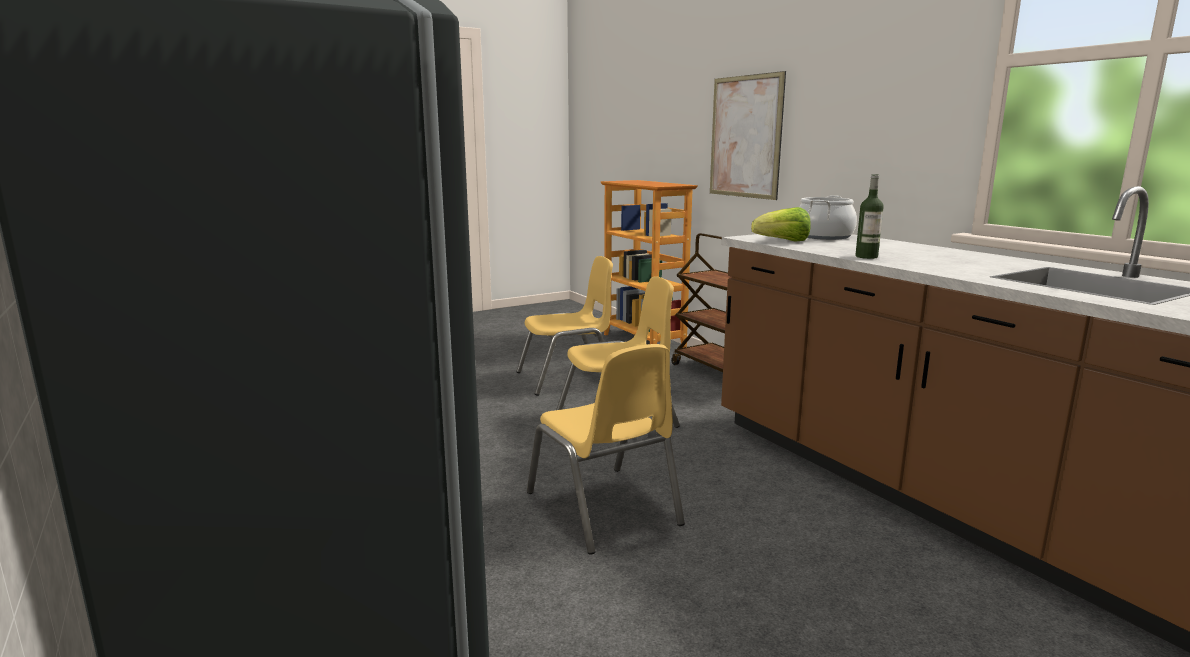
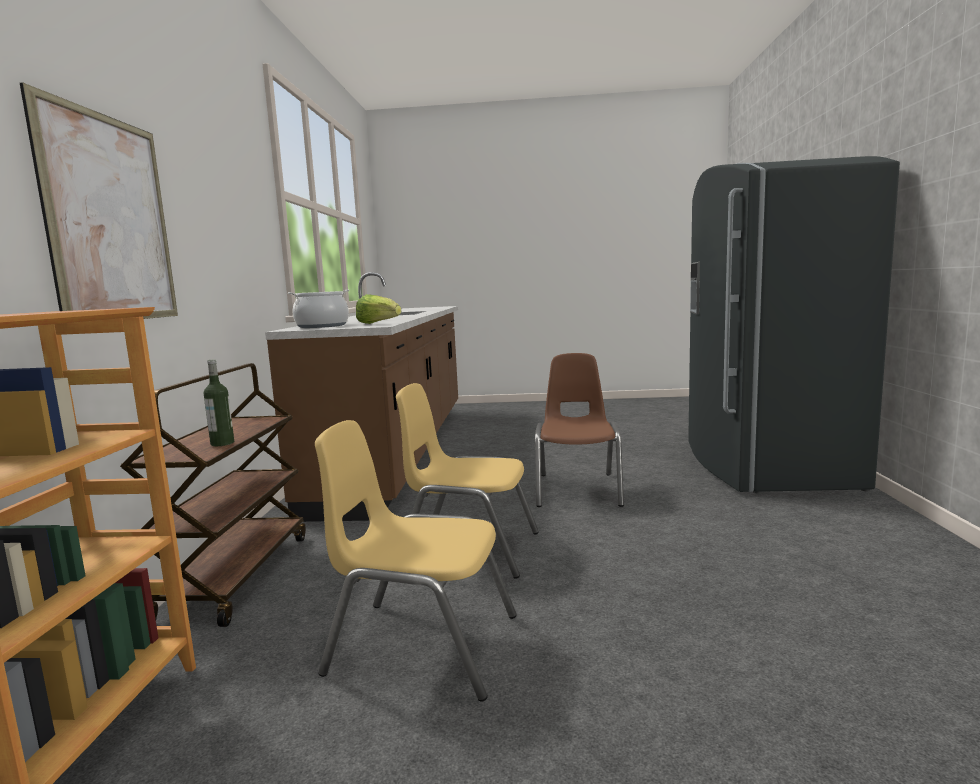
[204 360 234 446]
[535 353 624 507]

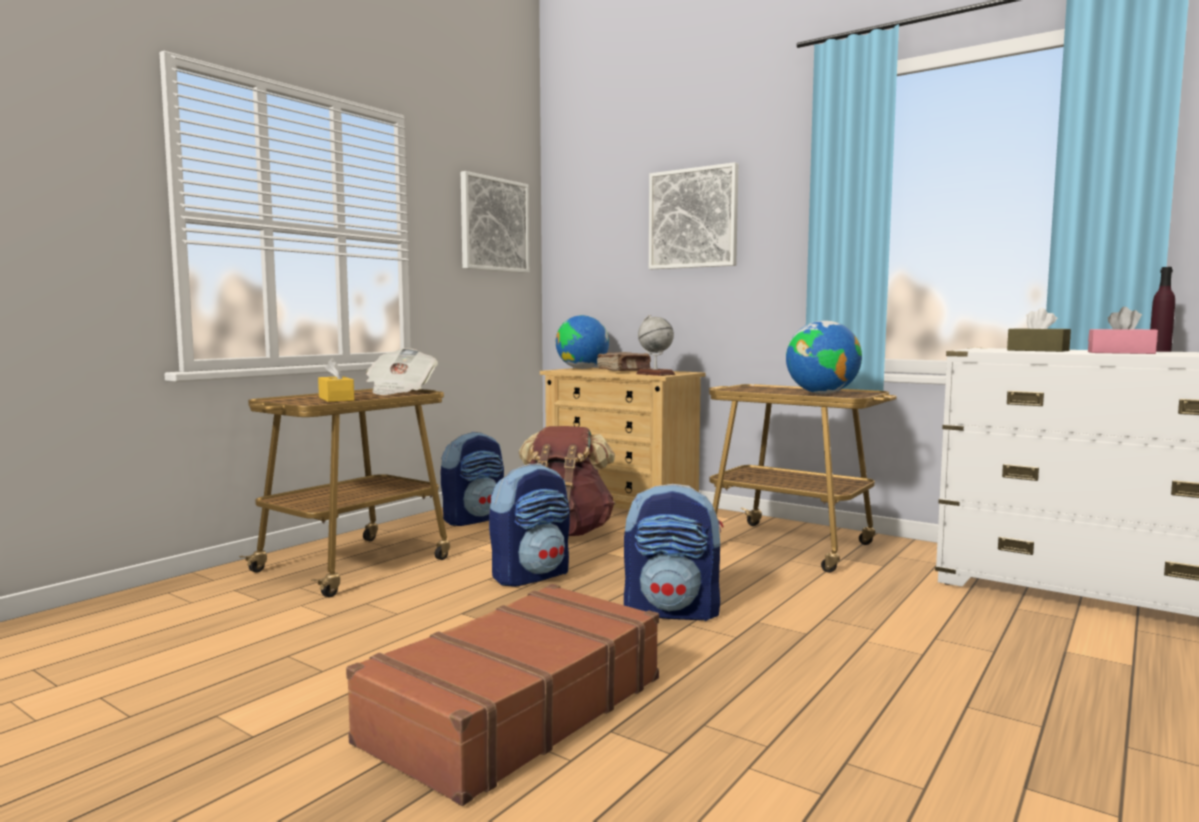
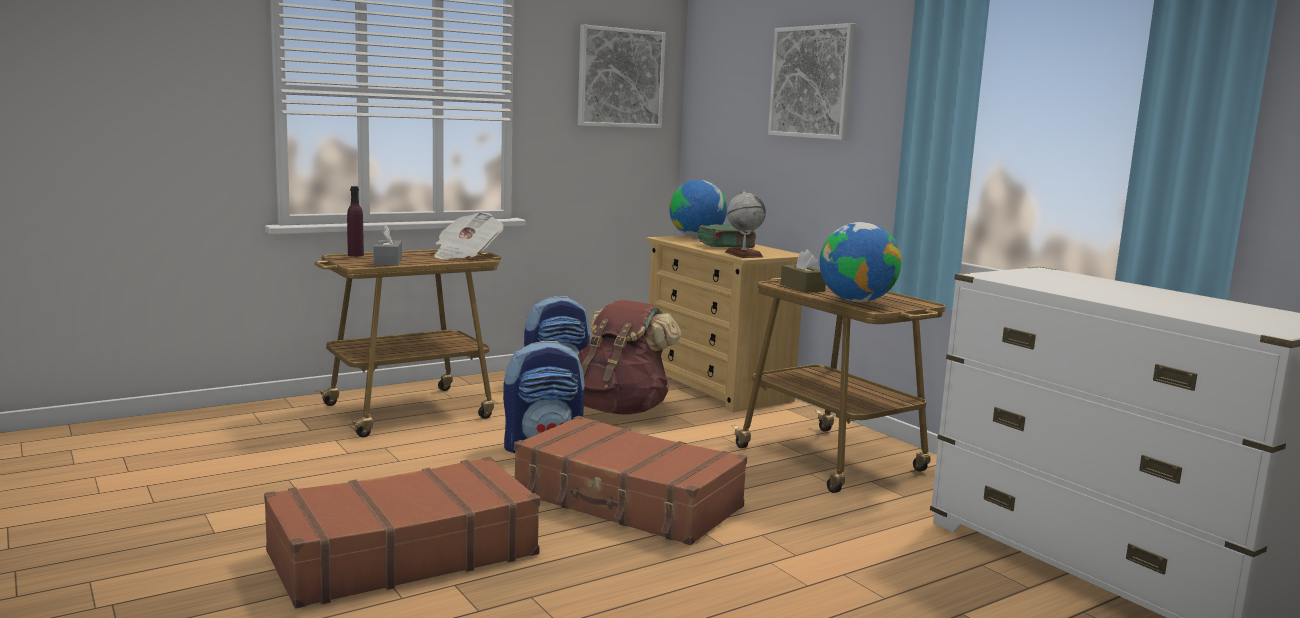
[347 186 364 257]
[1088 307 1158 354] (first image)
[781 250 826 292]
[698 224 756 248]
[373 225 402 266]
[514 416 747 545]

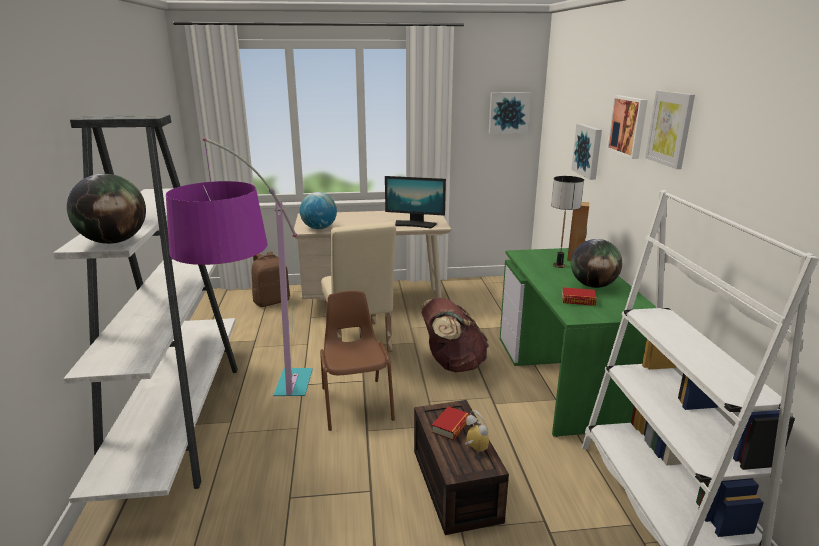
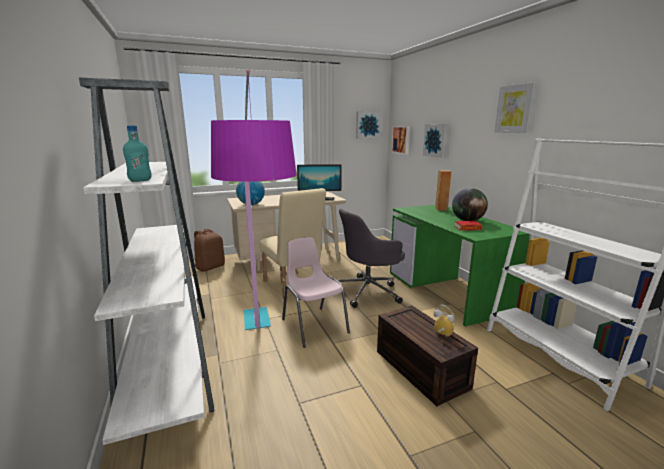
[391 126 410 155]
[123 125 152 182]
[551 176 584 268] (first image)
[282 237 350 348]
[337 209 405 308]
[432 406 469 440] (first image)

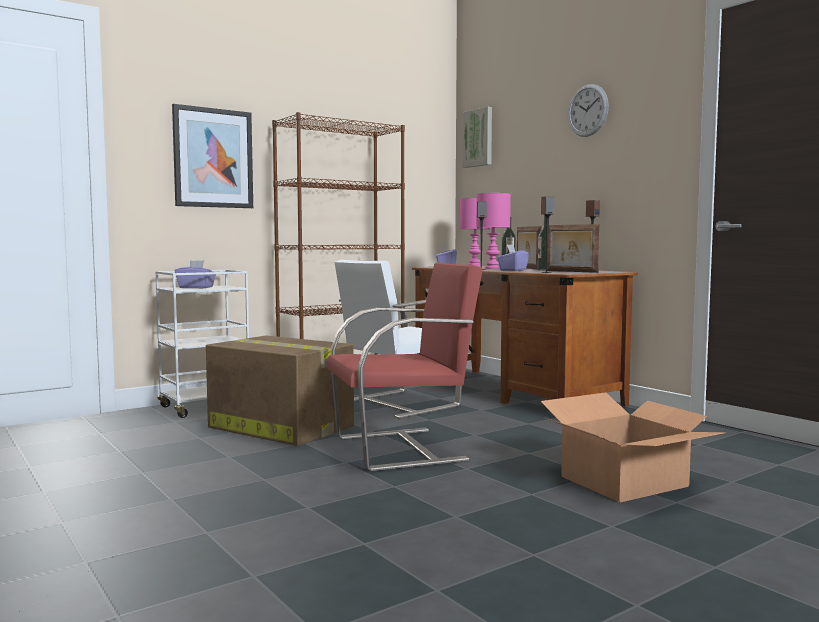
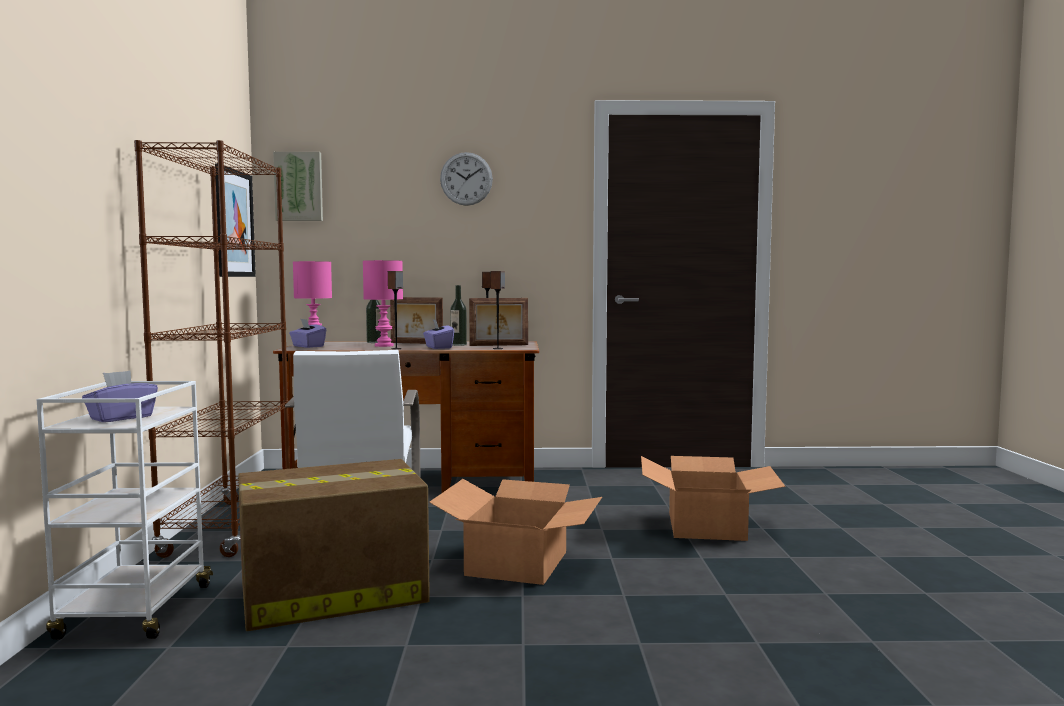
[215 164 256 277]
[429 479 602 585]

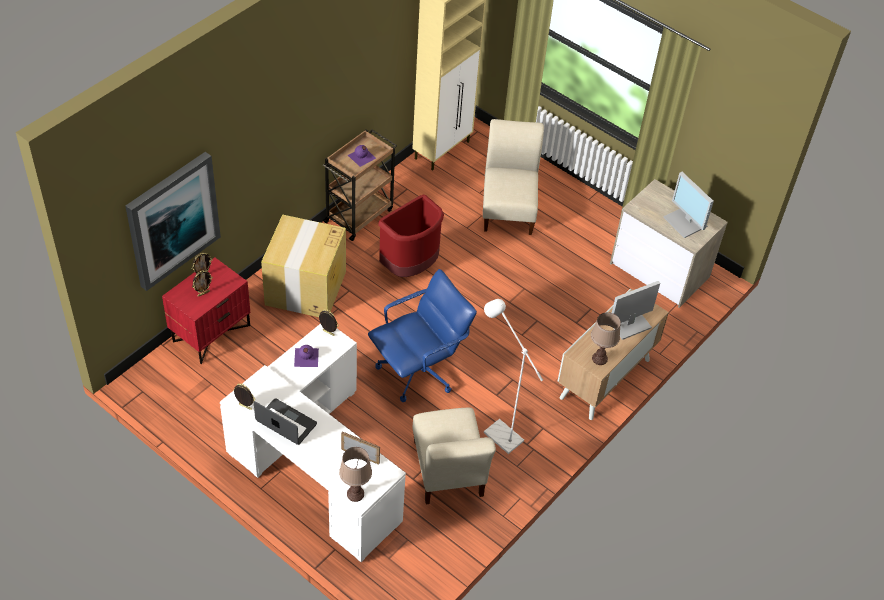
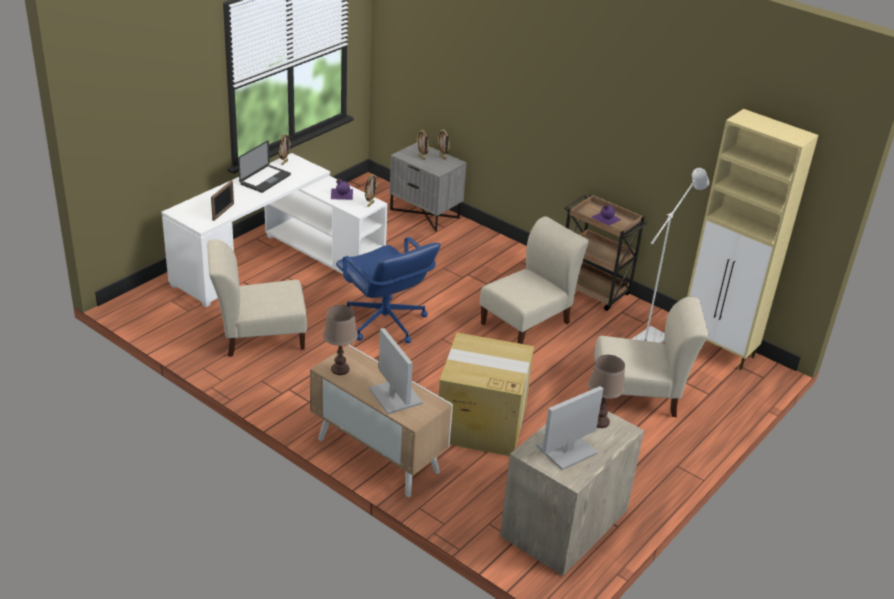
[125 152 221 291] (first image)
[480 216 589 344]
[439 333 534 456]
[390 142 467 232]
[632 168 709 343]
[588 355 625 428]

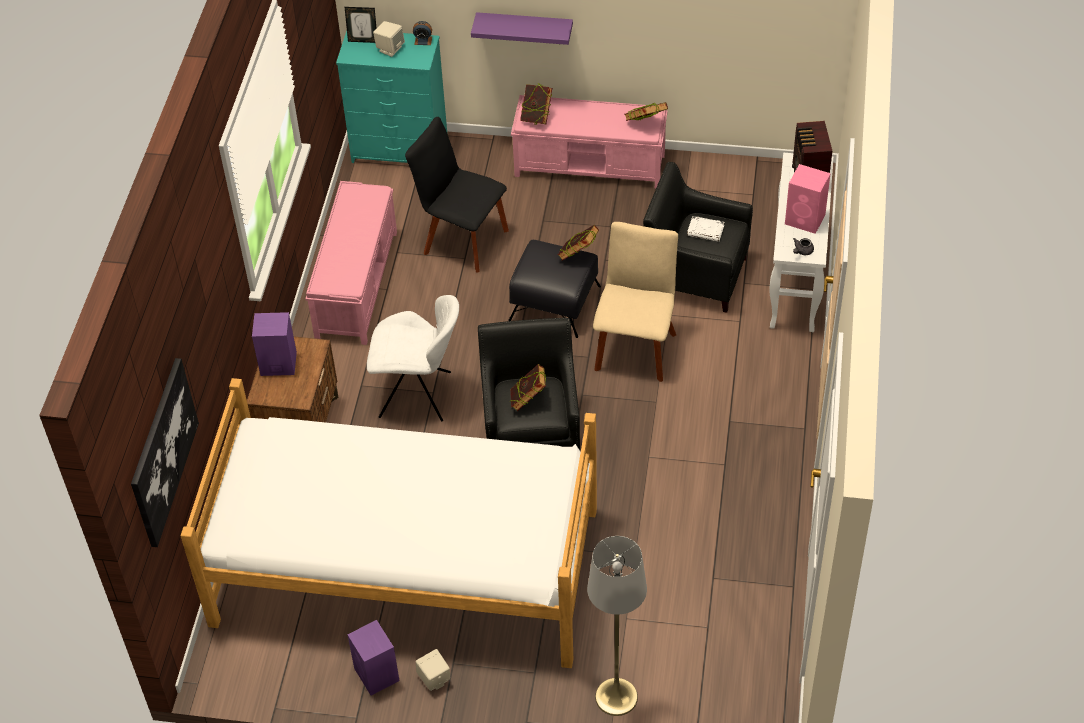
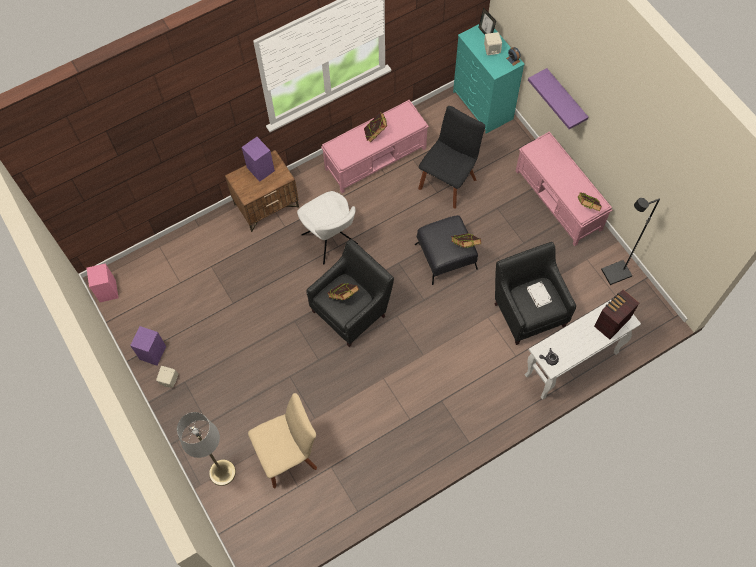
[364 112 387 143]
[418 106 485 209]
[87 263 118 302]
[248 393 317 489]
[131 358 199 547] (first image)
[180 378 597 668] (first image)
[601 198 660 285]

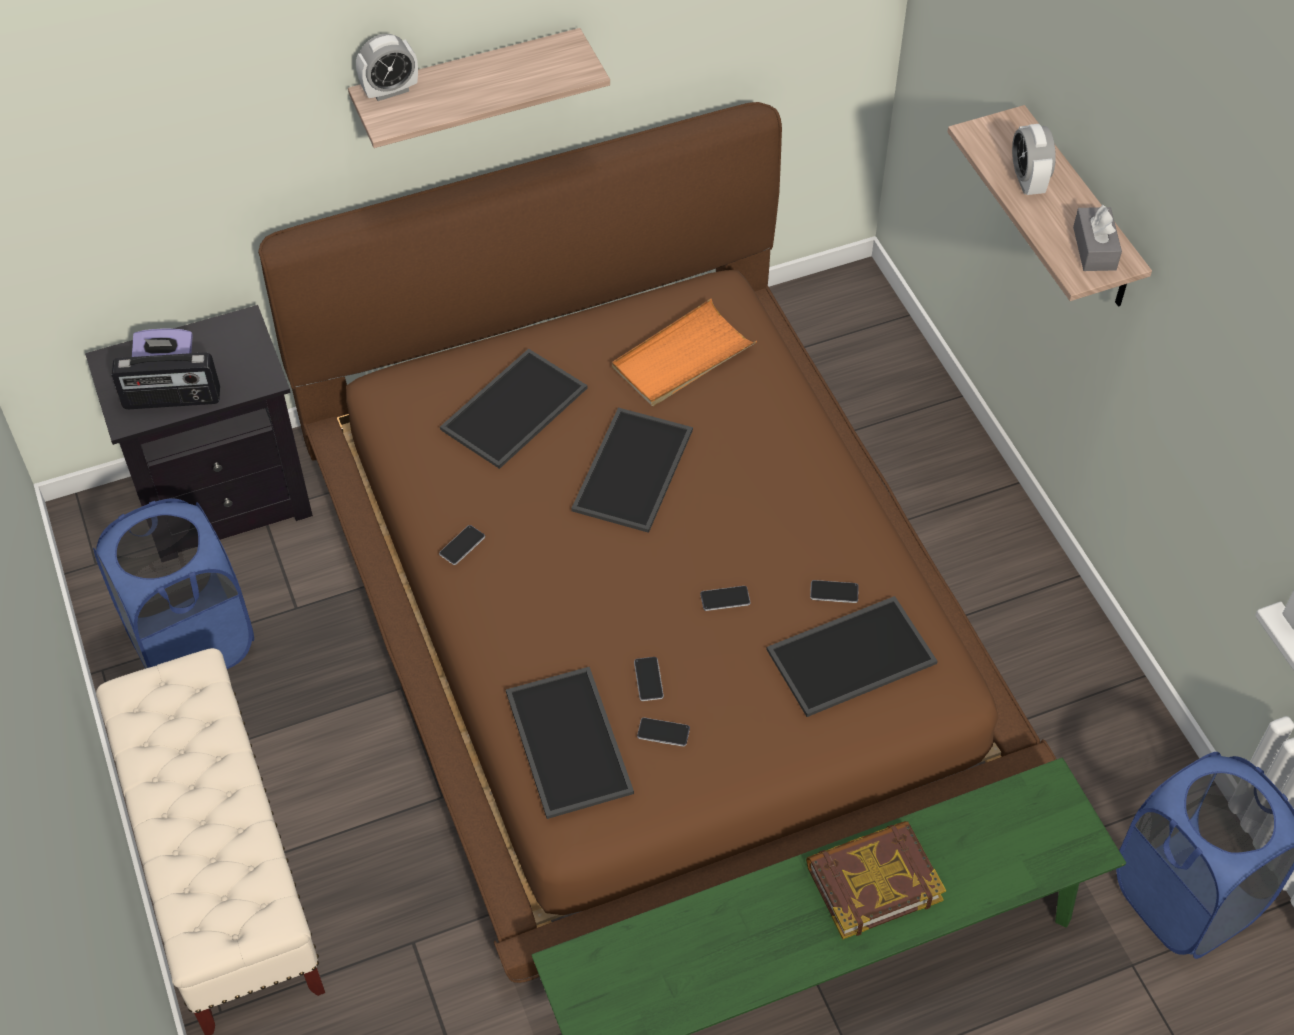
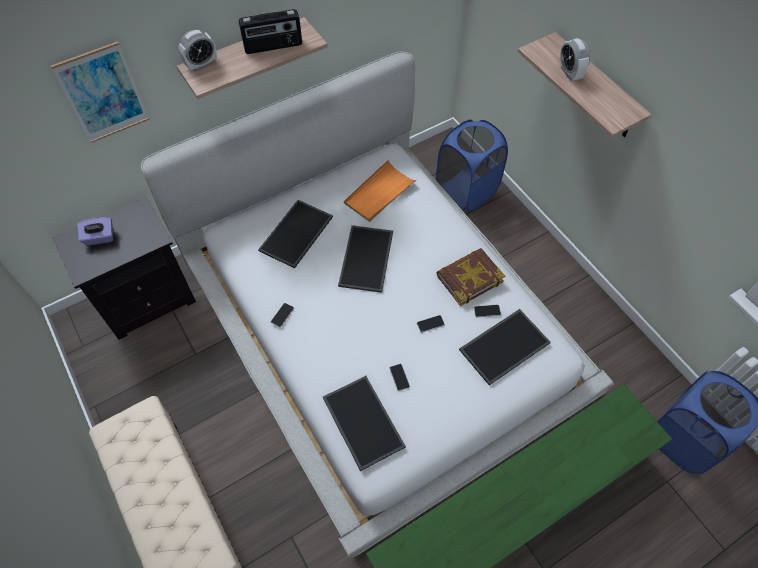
[141 51 614 558]
[1073 205 1122 271] (first image)
[239 9 302 54]
[436 120 508 212]
[637 718 690 747] (first image)
[437 248 505 306]
[51 41 150 143]

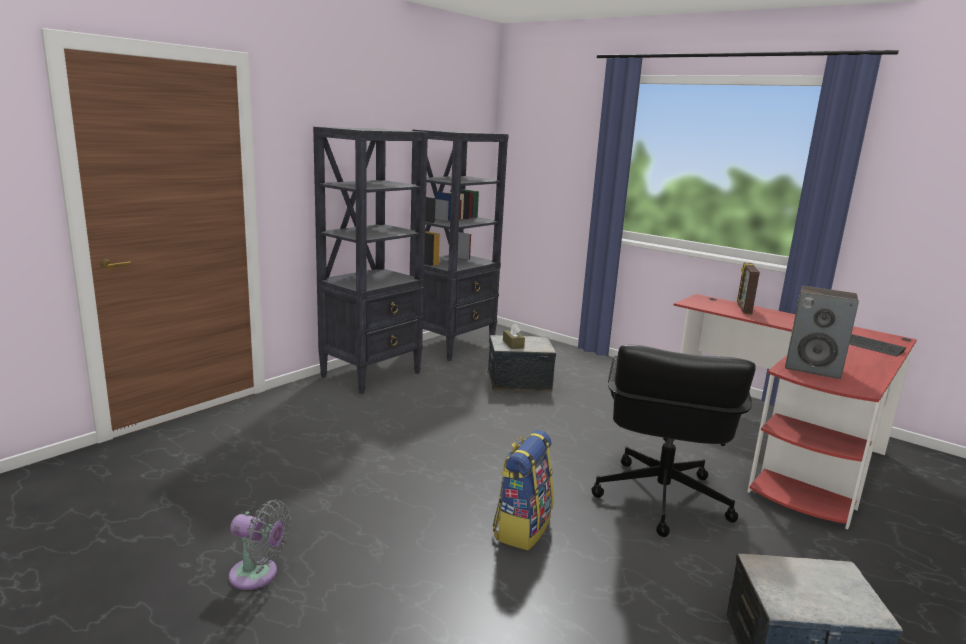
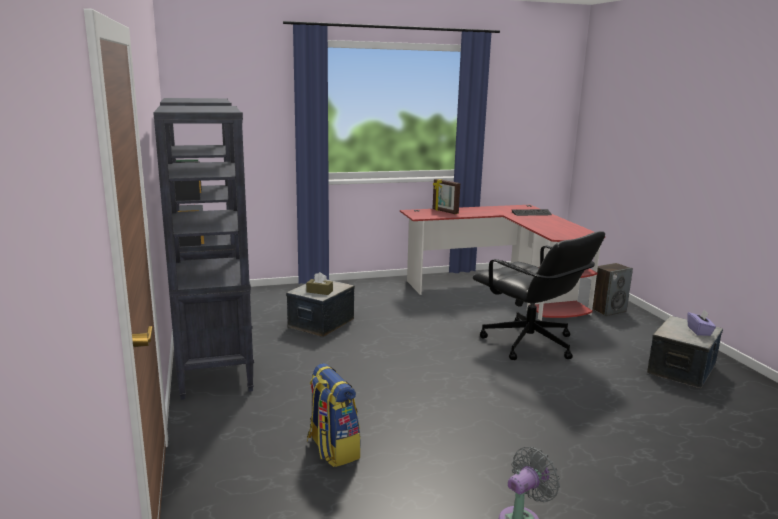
[592 263 633 316]
[307 363 360 467]
[687 310 716 336]

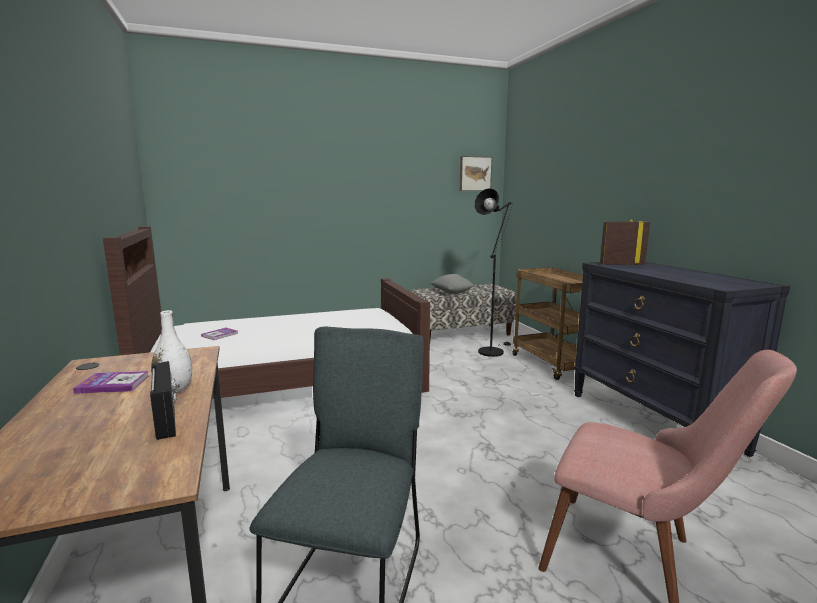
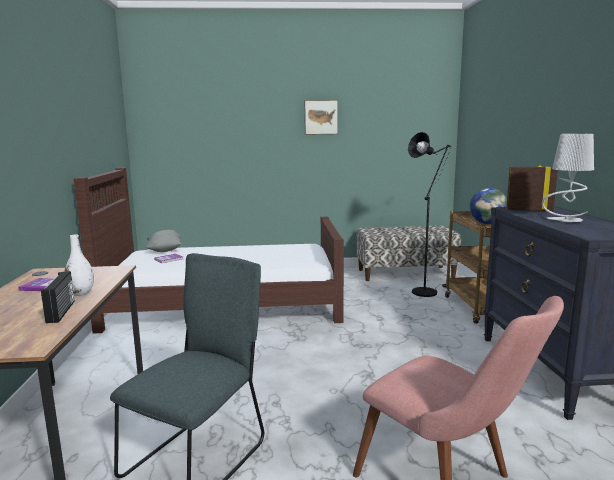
[304 100 338 135]
[146 230 181 252]
[542 134 594 222]
[470 188 507 224]

